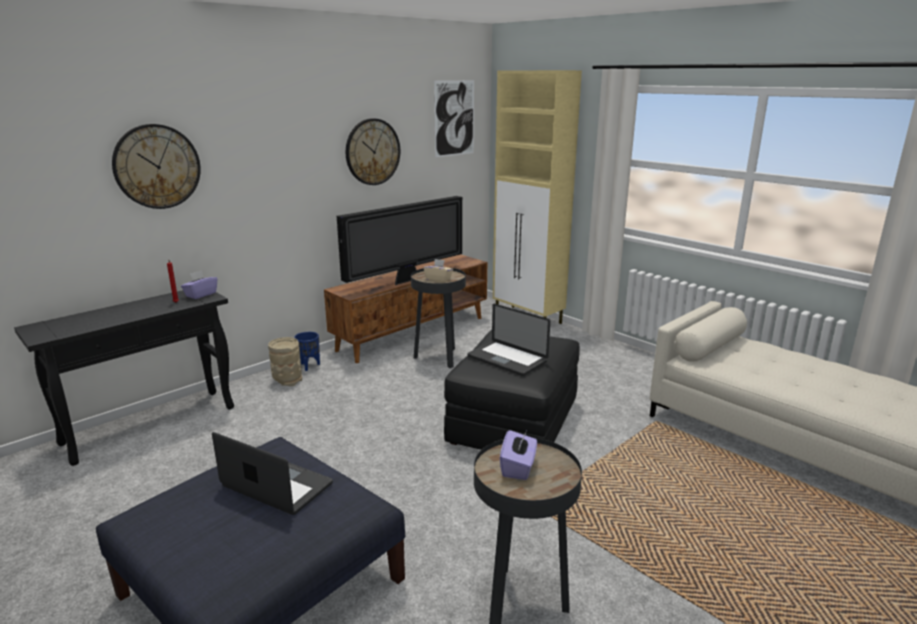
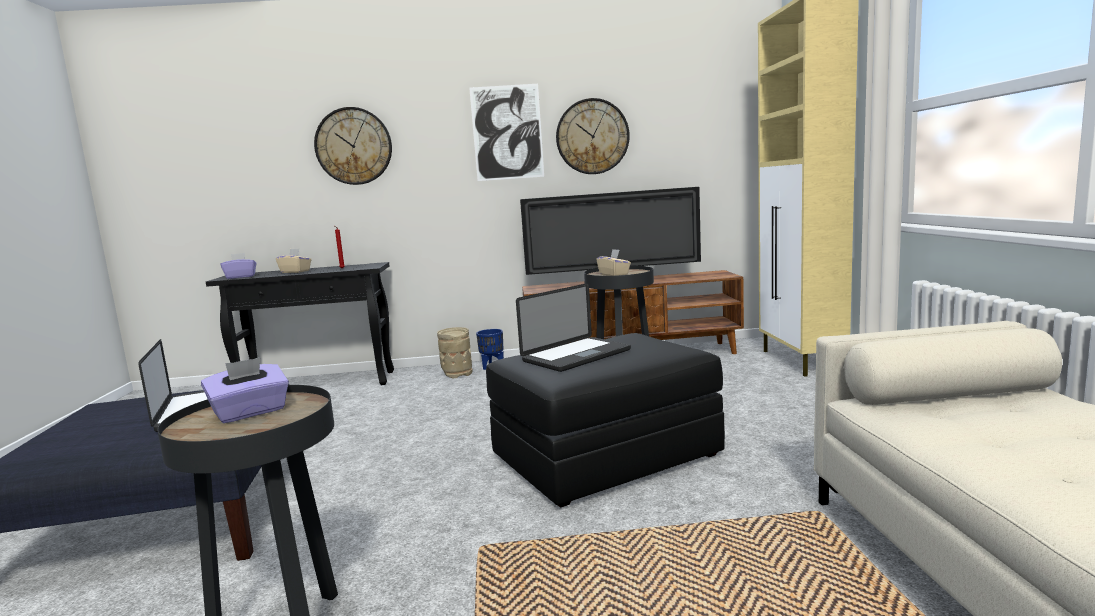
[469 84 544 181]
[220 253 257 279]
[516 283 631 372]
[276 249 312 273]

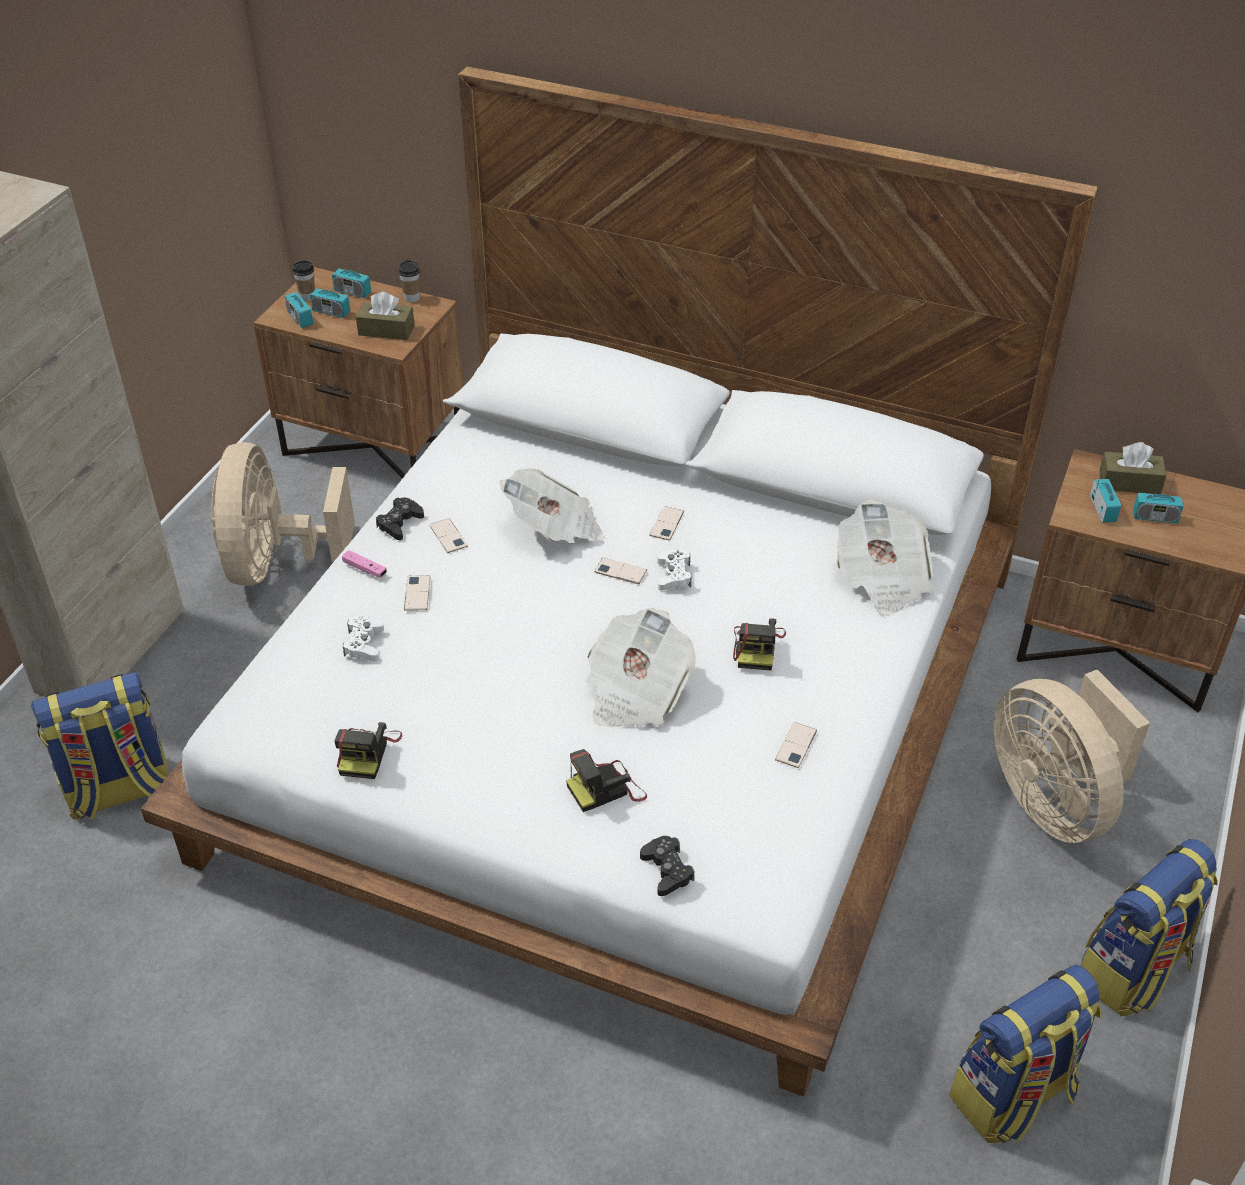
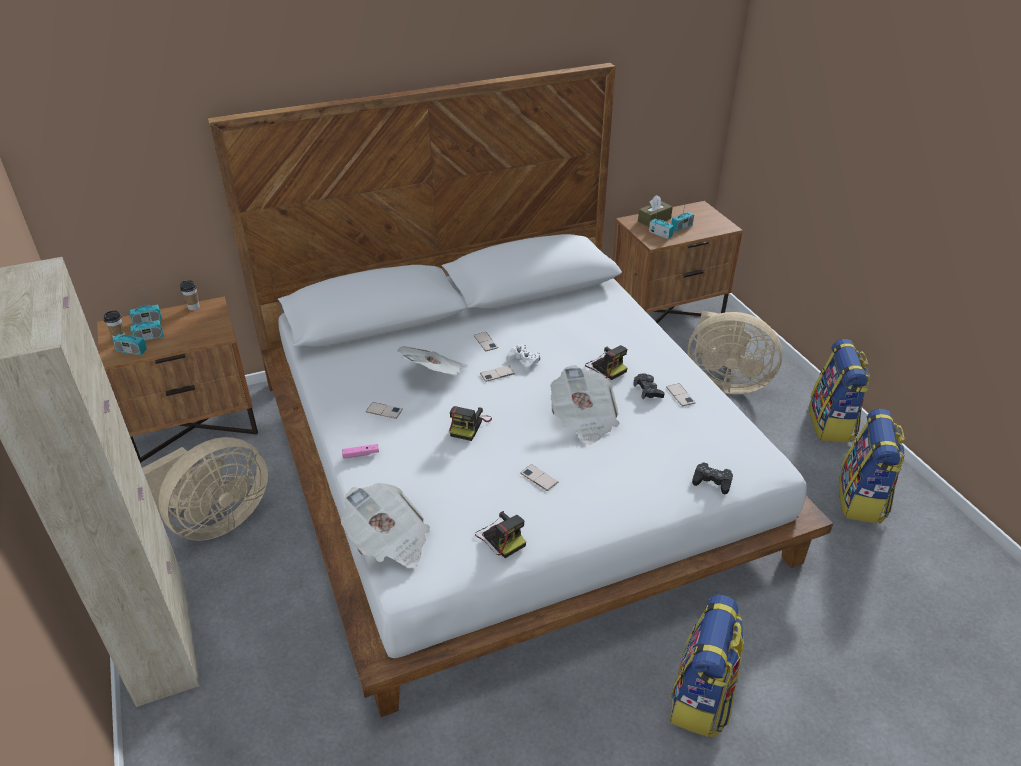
[356 292 415 340] (first image)
[142 437 268 541]
[633 373 665 399]
[341 483 430 568]
[520 464 558 491]
[343 615 384 661] (first image)
[670 594 744 738]
[449 406 492 441]

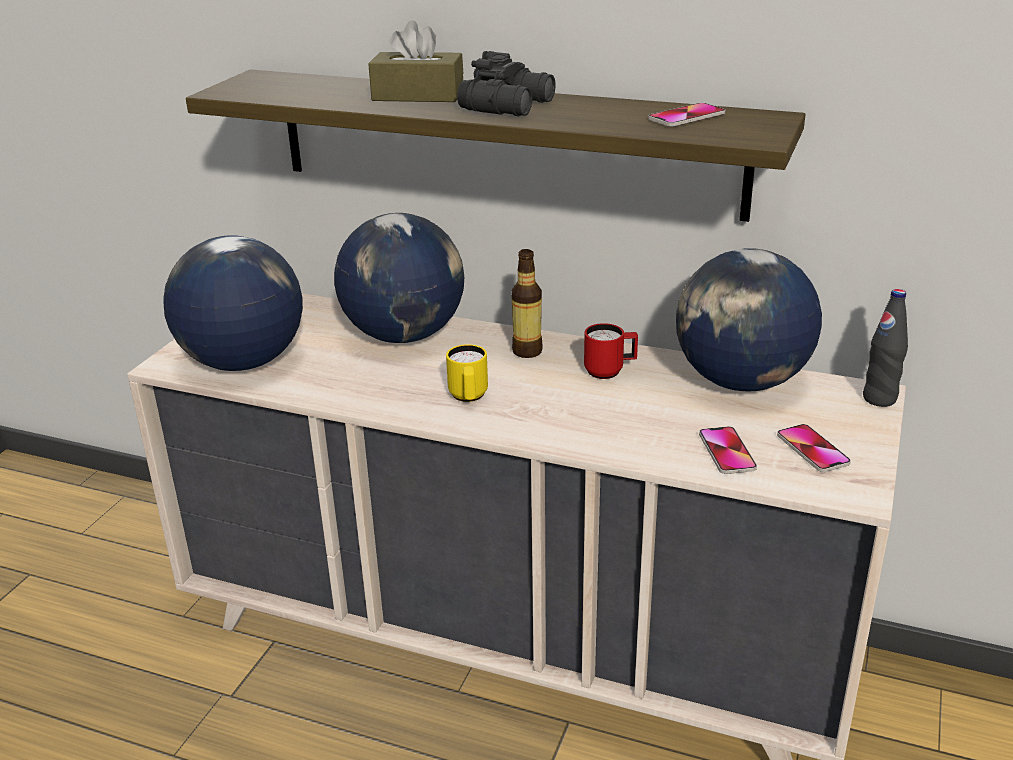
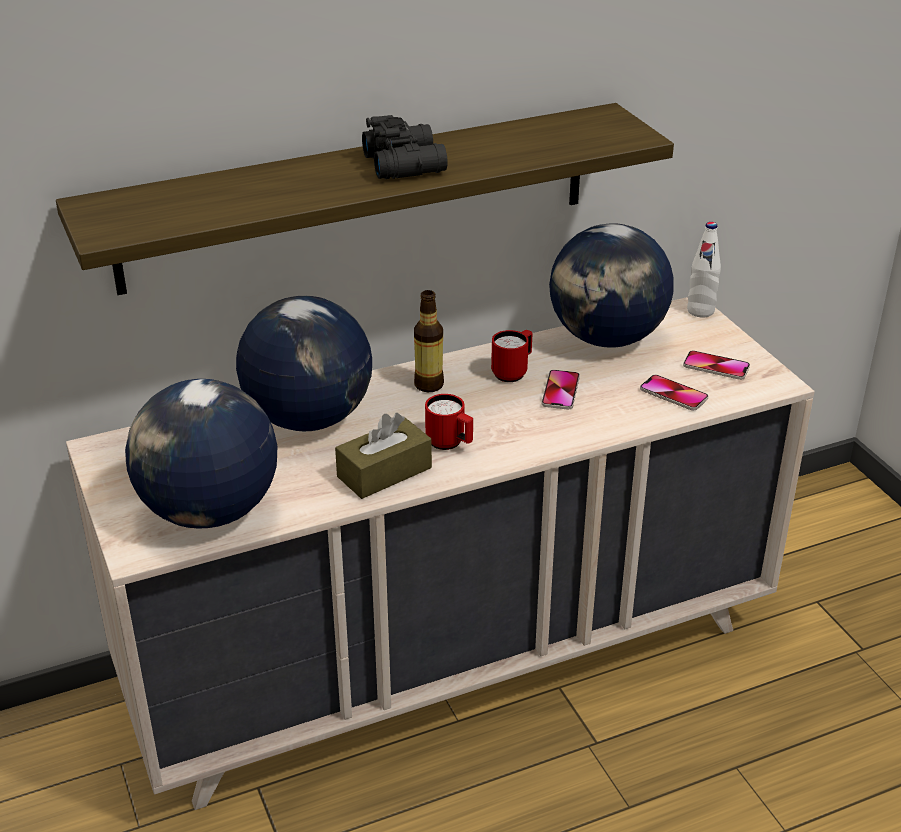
[335 413 432 499]
[542 370 580 410]
[687 222 721 317]
[425 394 473 450]

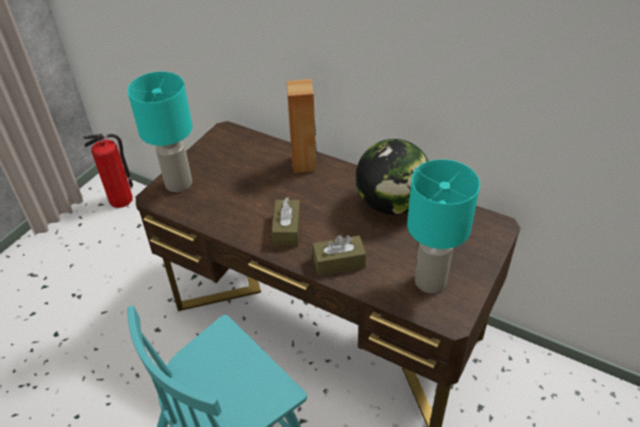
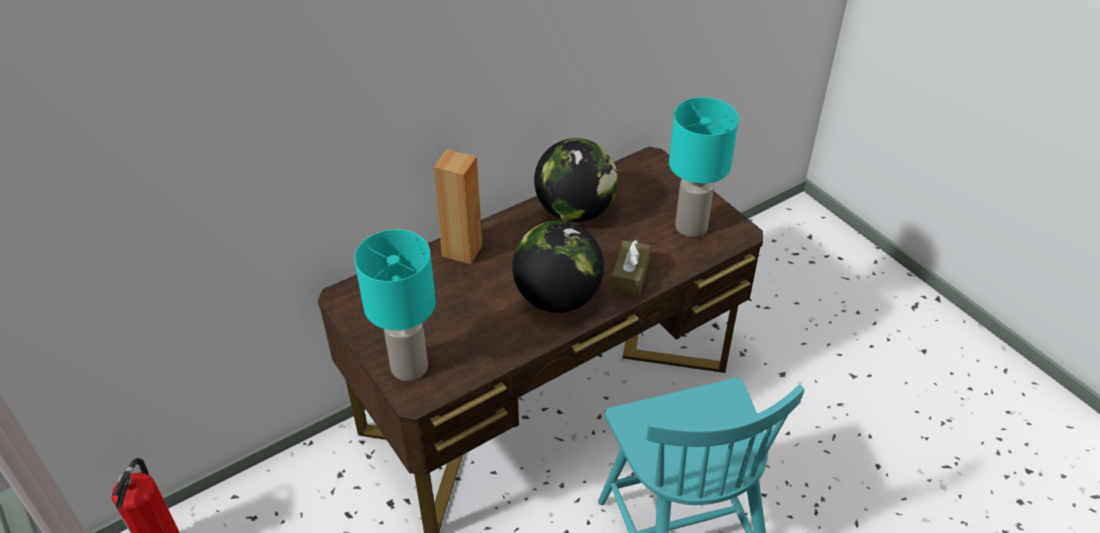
[512 221 604 313]

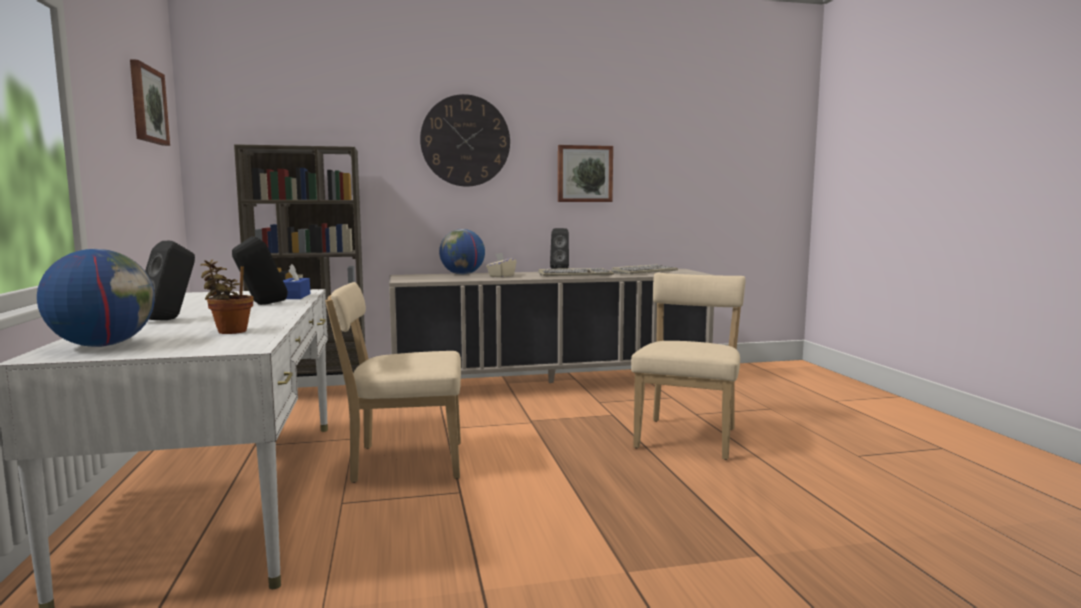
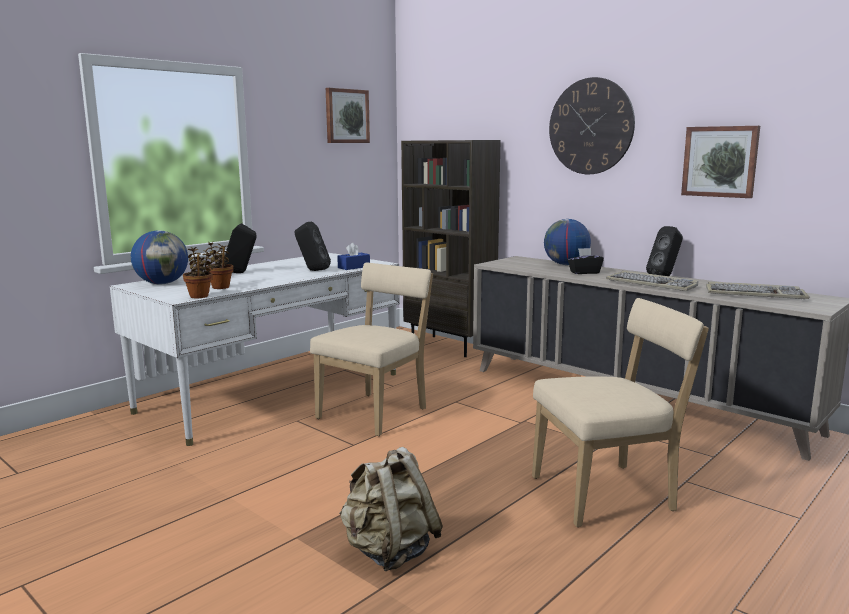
[568 248 604 274]
[310 263 433 436]
[183 247 214 298]
[339 447 443 571]

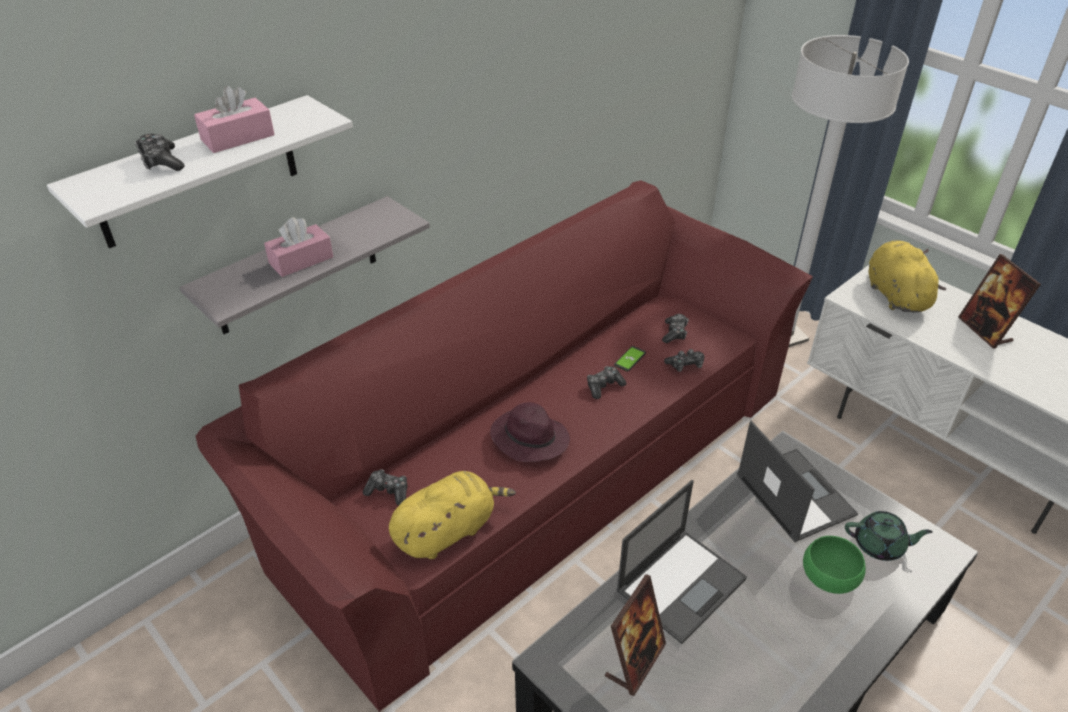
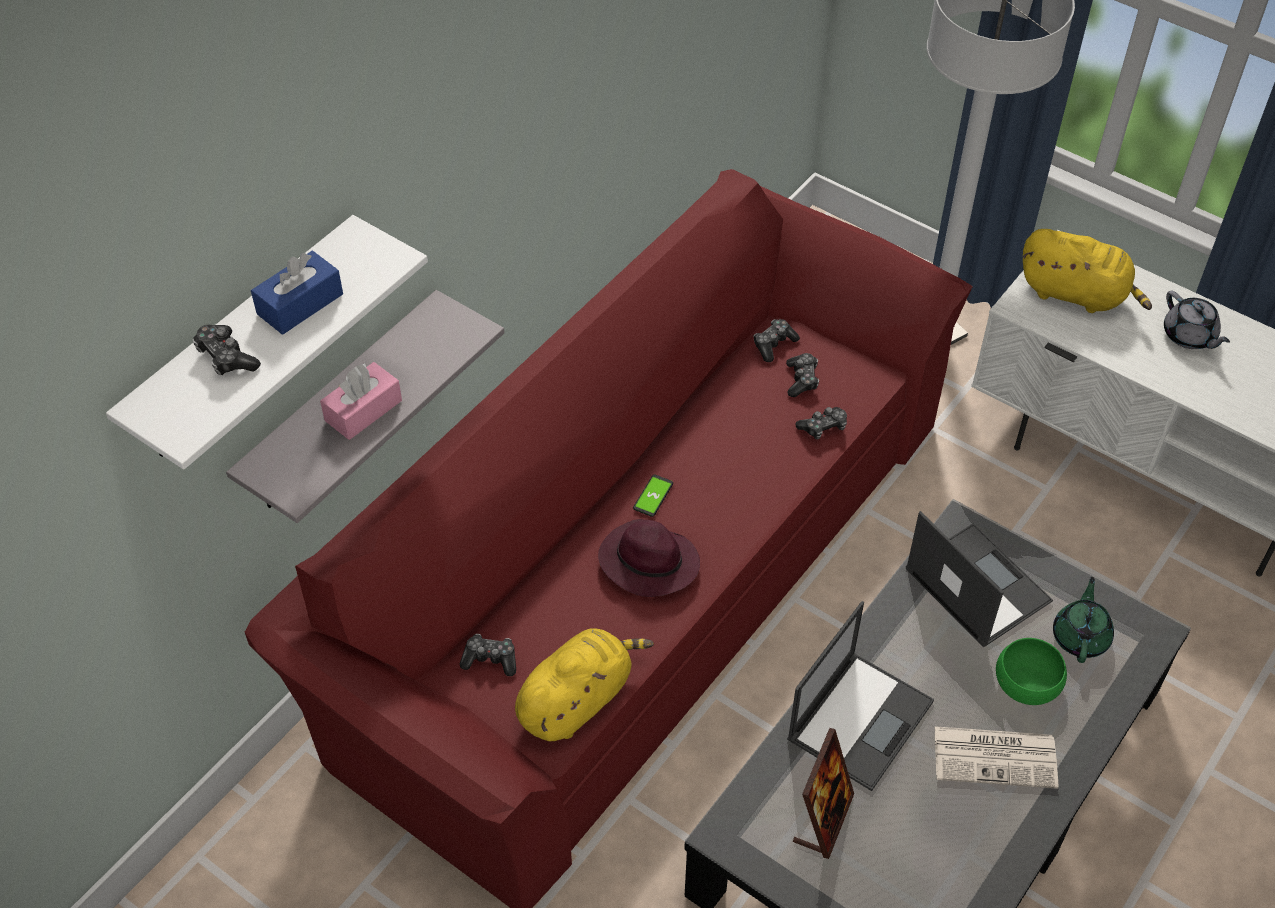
[251 251 343 335]
[1023 229 1152 313]
[1164 290 1230 349]
[633 475 673 517]
[753 319 800 362]
[1053 577 1114 663]
[934 726 1058 789]

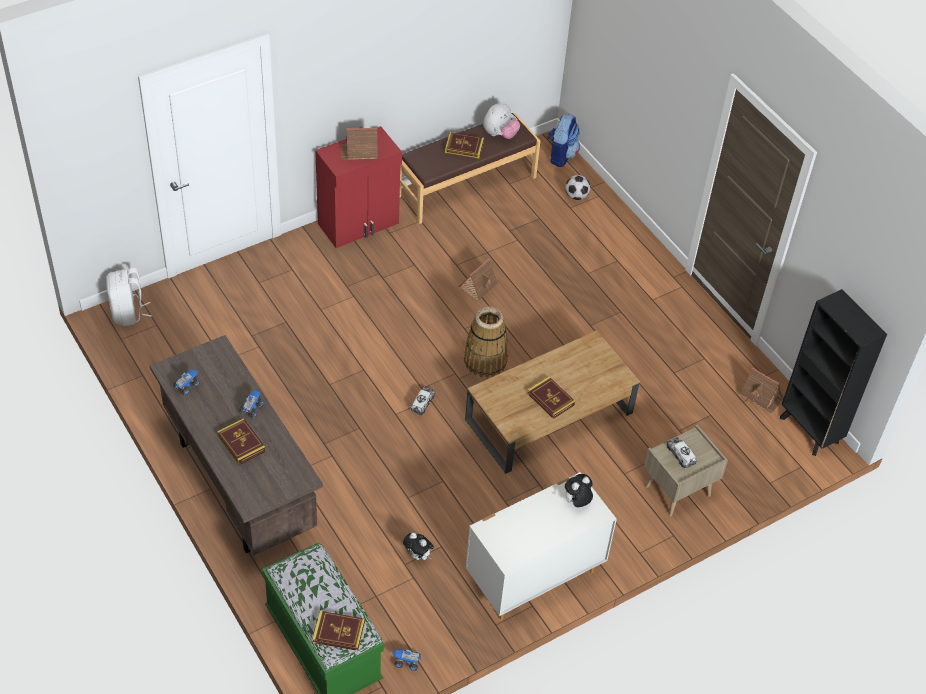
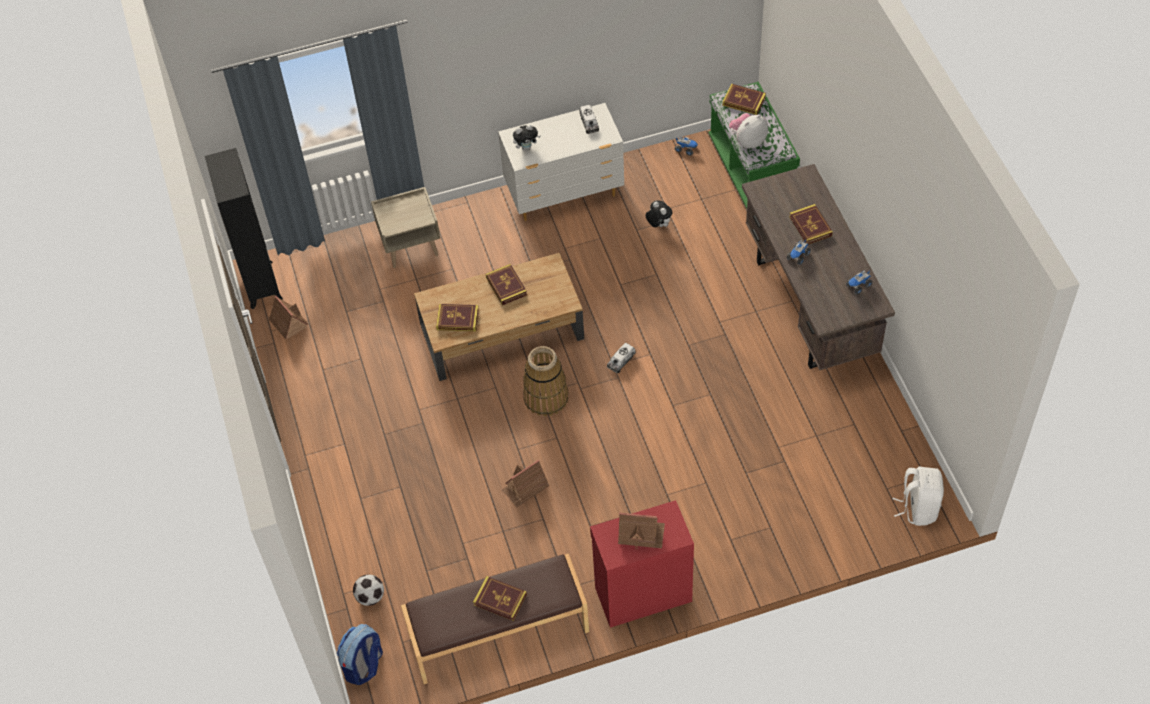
[729 113 768 148]
[579 105 599 134]
[436 304 479 332]

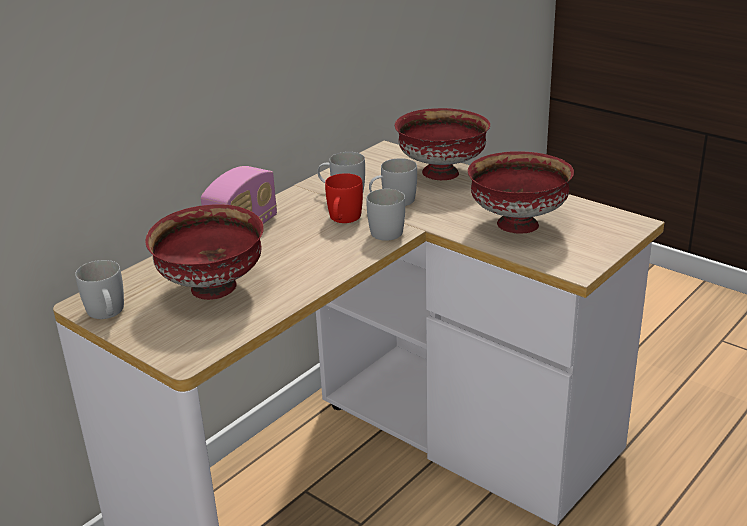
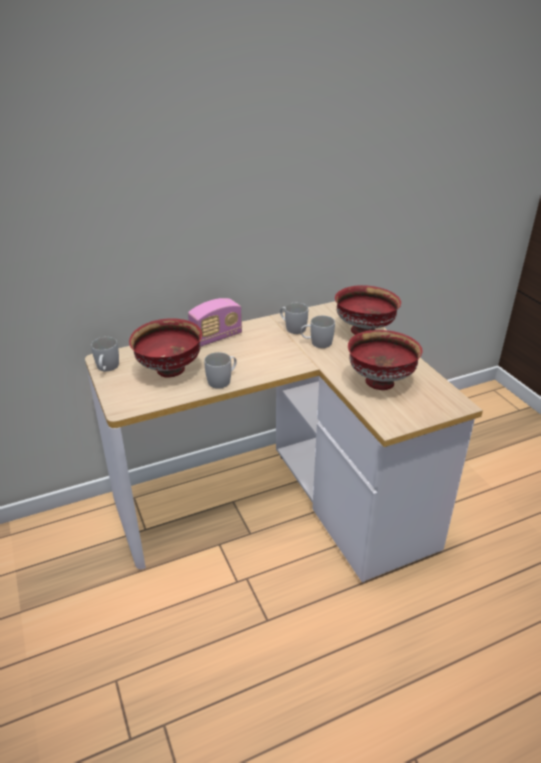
[325 173 363 223] (first image)
[204 352 237 389]

